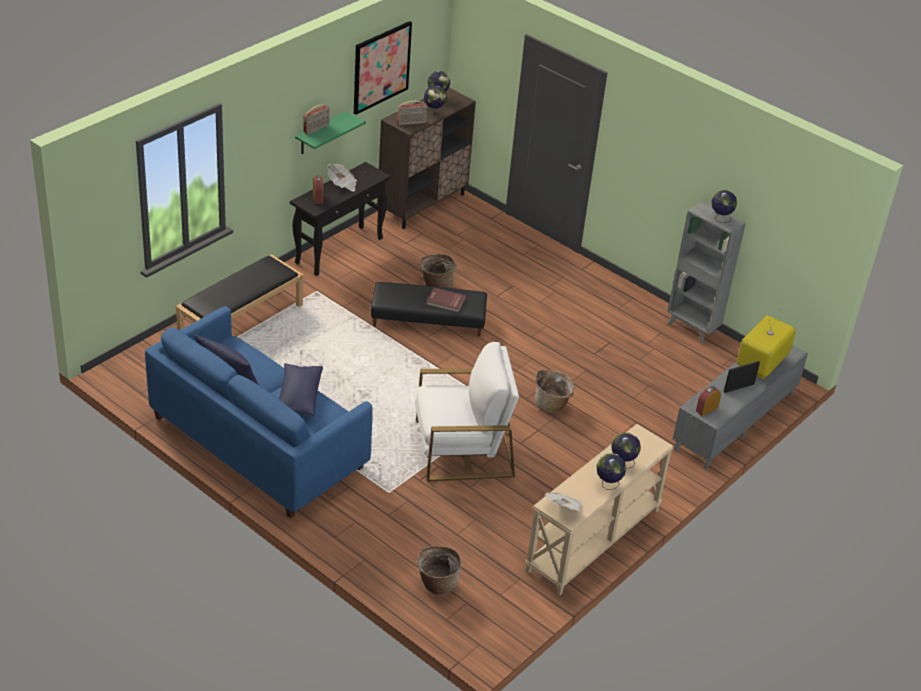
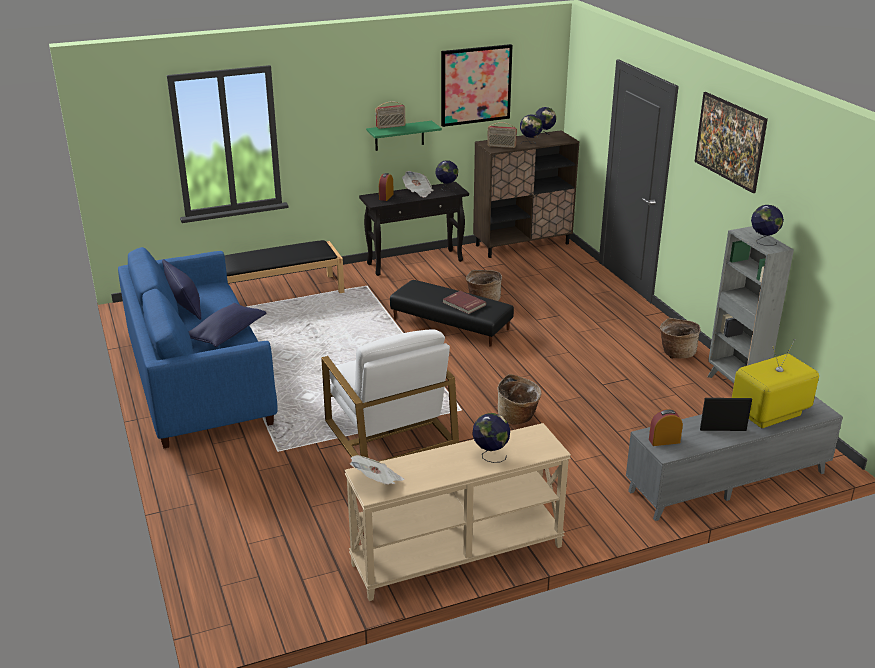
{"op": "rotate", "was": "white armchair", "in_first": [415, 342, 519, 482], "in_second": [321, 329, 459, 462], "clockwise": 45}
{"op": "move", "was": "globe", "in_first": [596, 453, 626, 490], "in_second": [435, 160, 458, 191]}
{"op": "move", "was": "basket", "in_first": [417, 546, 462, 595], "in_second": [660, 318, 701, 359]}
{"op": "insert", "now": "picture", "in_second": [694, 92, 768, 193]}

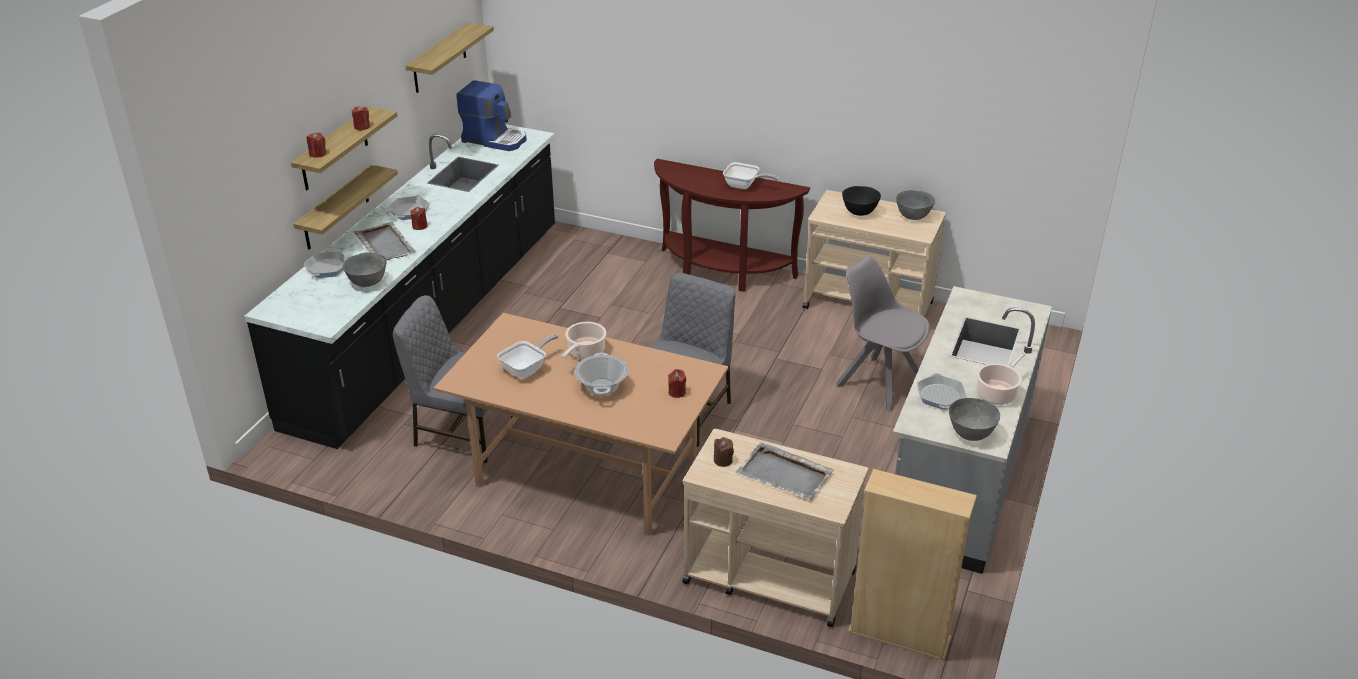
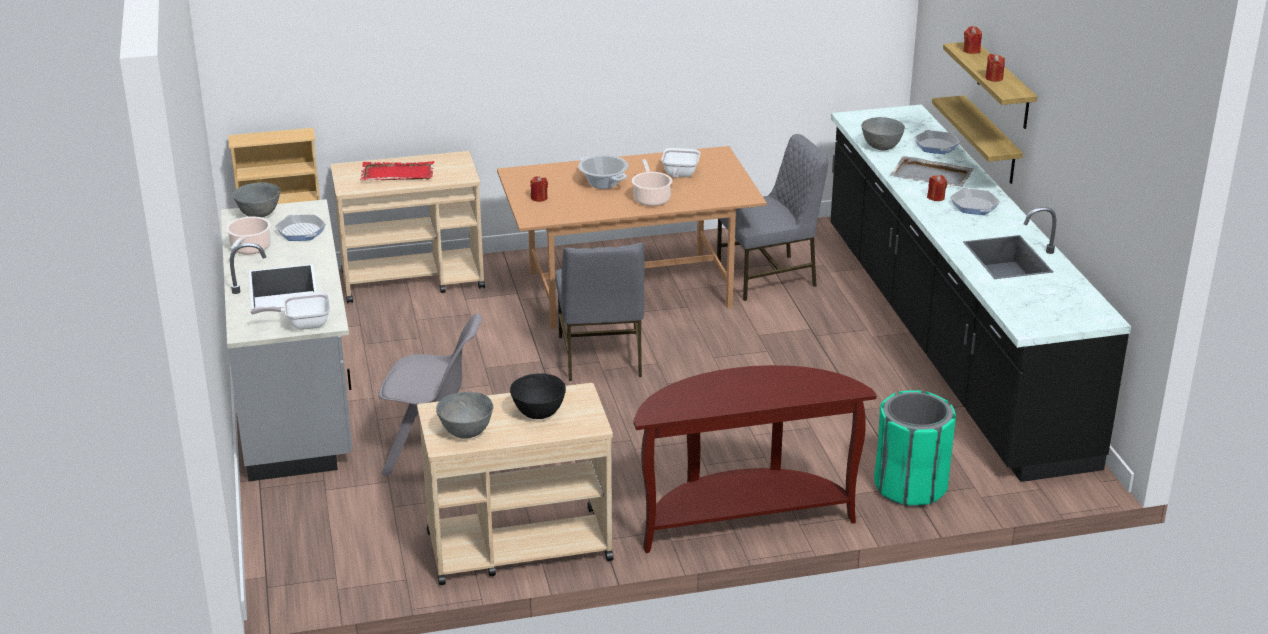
{"op": "move", "was": "frying pan", "in_first": [723, 162, 779, 189], "in_second": [251, 292, 330, 330]}
{"op": "recolor", "was": "grey tray", "now": "red tray", "in_first": [736, 442, 834, 500], "in_second": [360, 161, 435, 180]}
{"op": "insert", "now": "green trash can", "in_second": [874, 390, 956, 507]}
{"op": "delete", "was": "shelf", "in_first": [405, 22, 494, 93]}
{"op": "delete", "was": "coffee machine", "in_first": [456, 80, 527, 151]}
{"op": "delete", "was": "brown candle", "in_first": [714, 437, 734, 467]}

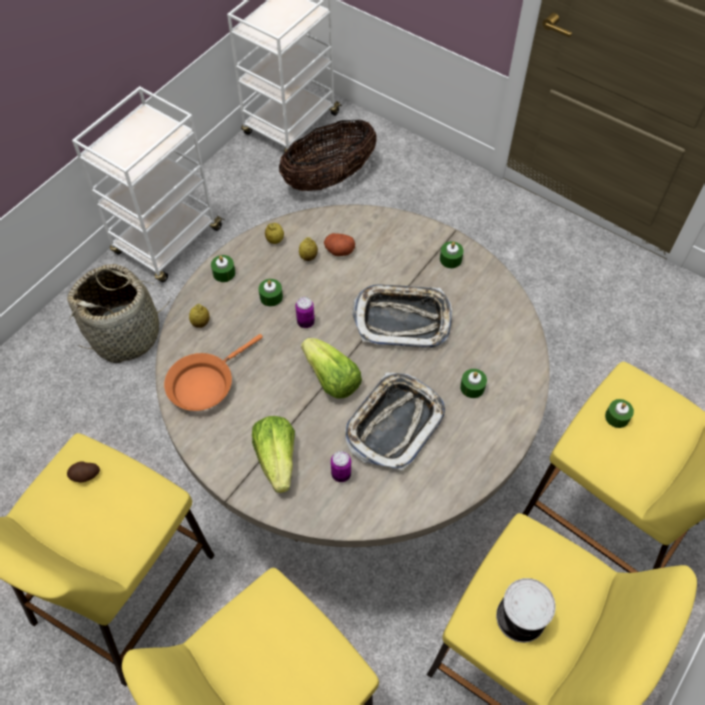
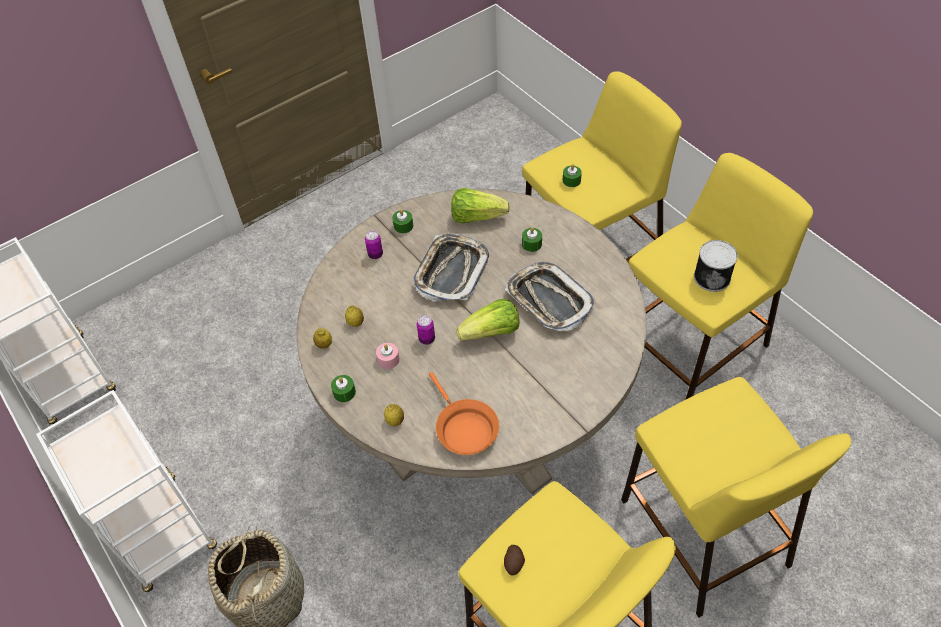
{"op": "move", "was": "can", "in_first": [331, 451, 351, 482], "in_second": [365, 231, 383, 259]}
{"op": "recolor", "was": "green candle", "now": "pink candle", "in_first": [259, 279, 283, 307], "in_second": [376, 343, 400, 369]}
{"op": "move", "was": "lettuce", "in_first": [252, 416, 295, 493], "in_second": [451, 188, 510, 224]}
{"op": "delete", "was": "basket", "in_first": [279, 119, 377, 191]}
{"op": "delete", "was": "potato", "in_first": [324, 233, 355, 256]}

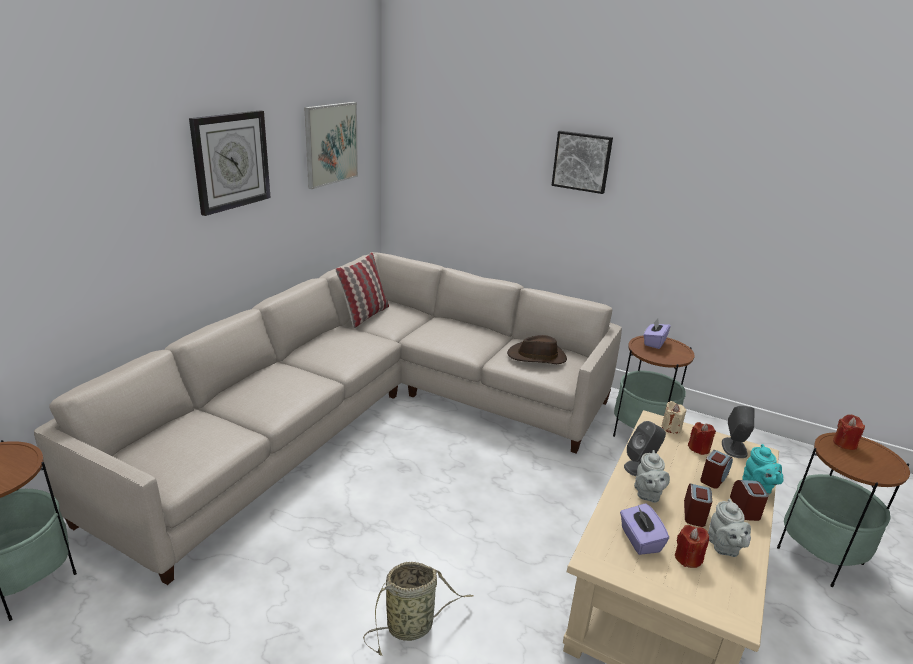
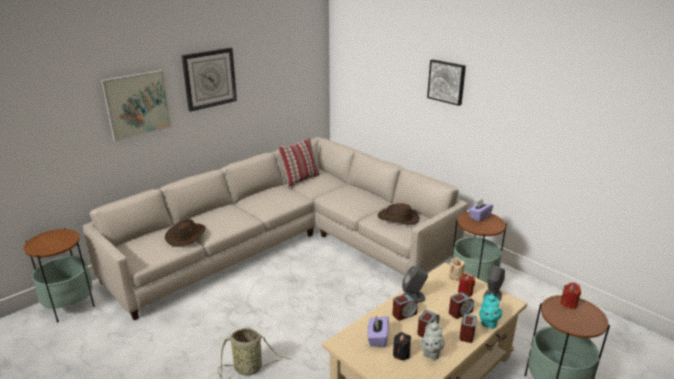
{"op": "move", "was": "picture", "in_first": [304, 102, 358, 189], "in_second": [101, 70, 172, 141]}
{"op": "insert", "now": "brown hat", "in_second": [165, 219, 205, 247]}
{"op": "replace", "was": "grey teapot", "now": "alarm clock", "in_first": [634, 450, 670, 503], "in_second": [393, 294, 418, 320]}
{"op": "recolor", "was": "red candle", "now": "black candle", "in_first": [675, 525, 709, 568], "in_second": [393, 332, 411, 360]}

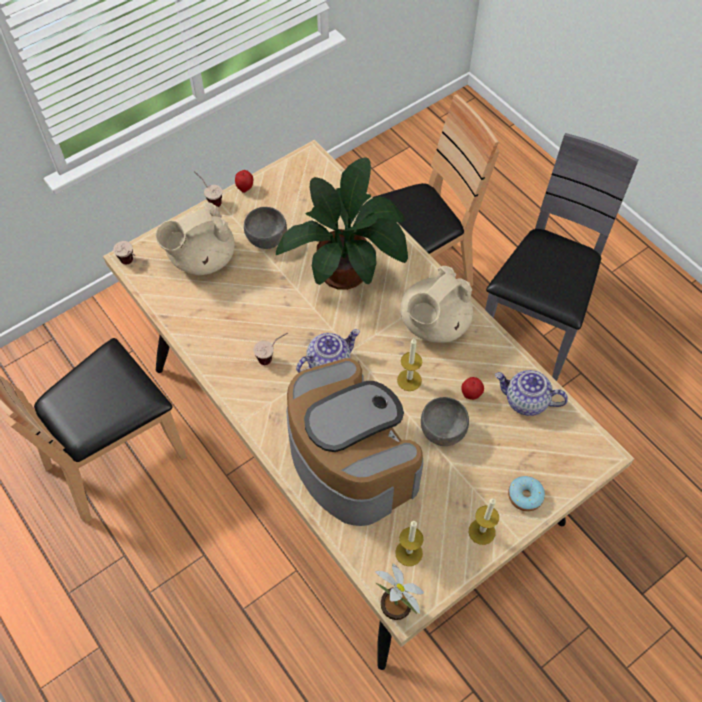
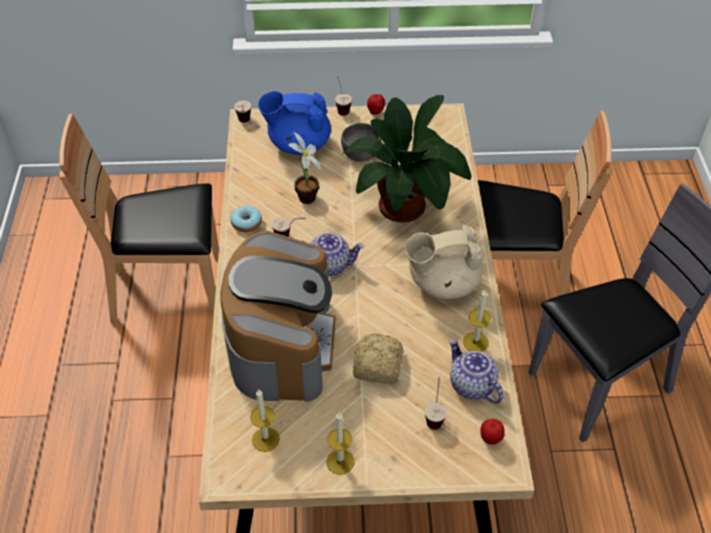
{"op": "move", "was": "donut", "in_first": [508, 476, 545, 511], "in_second": [231, 206, 262, 232]}
{"op": "recolor", "was": "beige teapot", "now": "blue teapot", "in_first": [156, 202, 235, 275], "in_second": [258, 91, 331, 155]}
{"op": "move", "was": "potted plant", "in_first": [375, 563, 424, 620], "in_second": [288, 132, 322, 204]}
{"op": "replace", "was": "grey bowl", "now": "bread", "in_first": [421, 397, 469, 446], "in_second": [353, 333, 404, 384]}
{"op": "insert", "now": "cup", "in_second": [424, 377, 447, 430]}
{"op": "move", "was": "candle", "in_first": [397, 339, 422, 391], "in_second": [463, 289, 491, 352]}
{"op": "move", "was": "apple", "in_first": [461, 377, 484, 400], "in_second": [480, 419, 505, 445]}

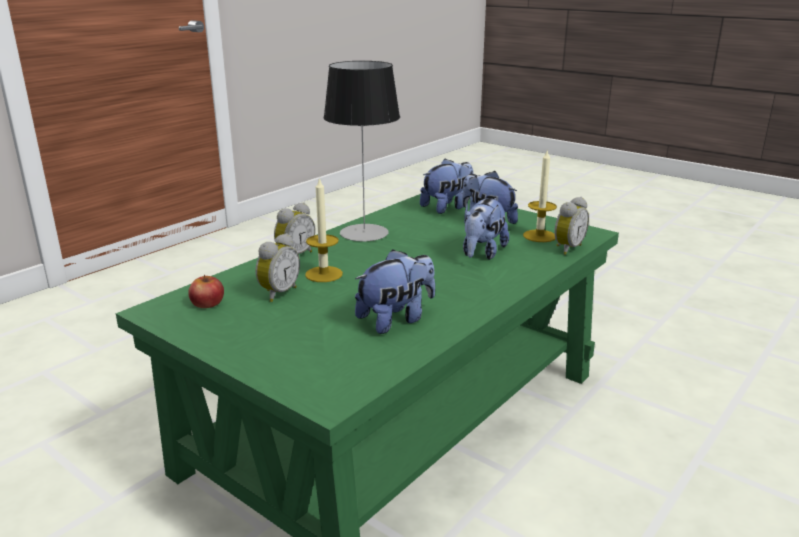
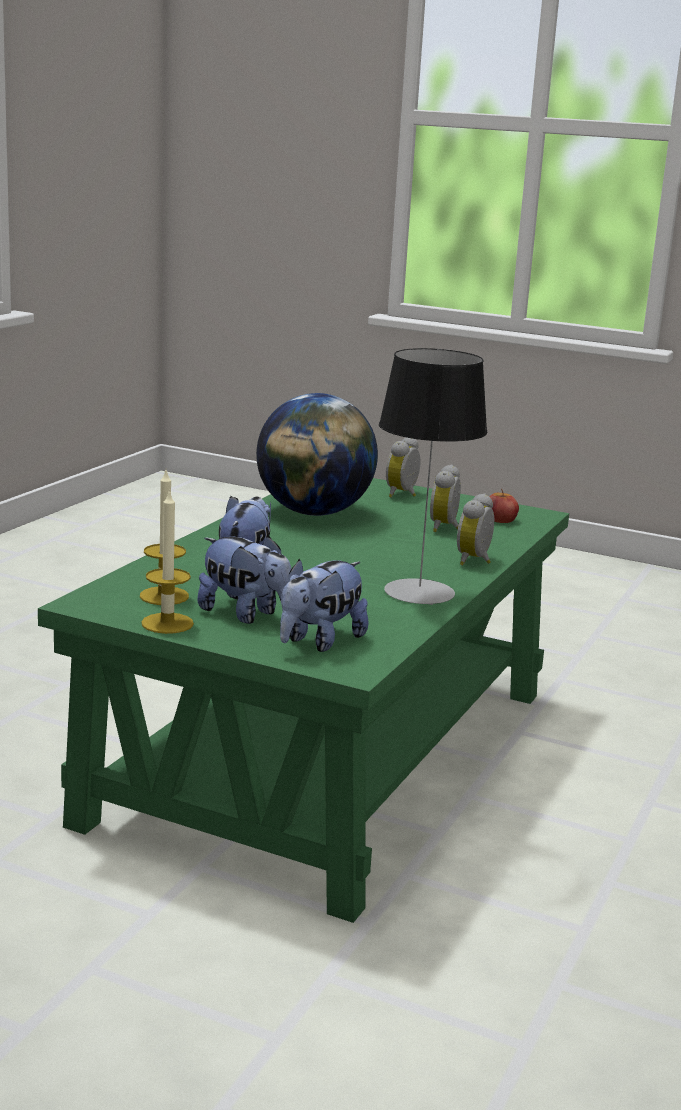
{"op": "move", "was": "candle", "in_first": [305, 177, 343, 282], "in_second": [141, 489, 194, 634]}
{"op": "replace", "was": "plush toy", "now": "globe", "in_first": [355, 249, 435, 334], "in_second": [256, 393, 378, 516]}
{"op": "move", "was": "alarm clock", "in_first": [554, 197, 589, 255], "in_second": [386, 437, 420, 497]}

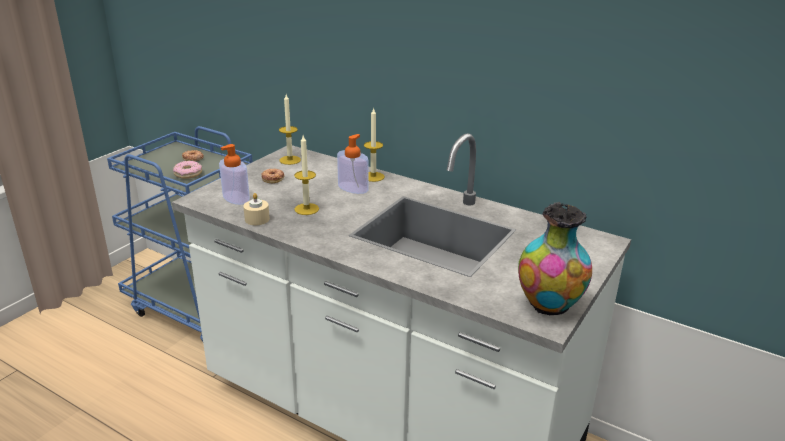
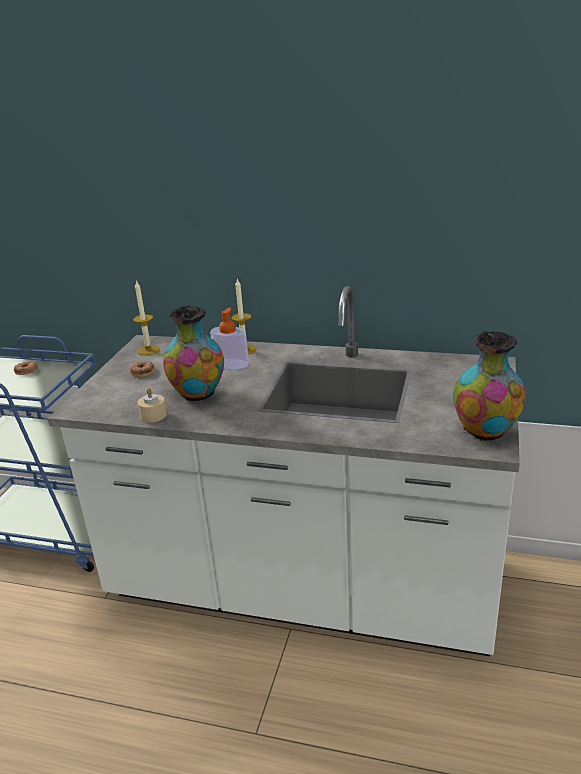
{"op": "replace", "was": "candle", "now": "vase", "in_first": [294, 135, 319, 215], "in_second": [163, 305, 224, 401]}
{"op": "delete", "was": "donut", "in_first": [173, 161, 202, 179]}
{"op": "delete", "was": "soap dispenser", "in_first": [219, 144, 250, 205]}

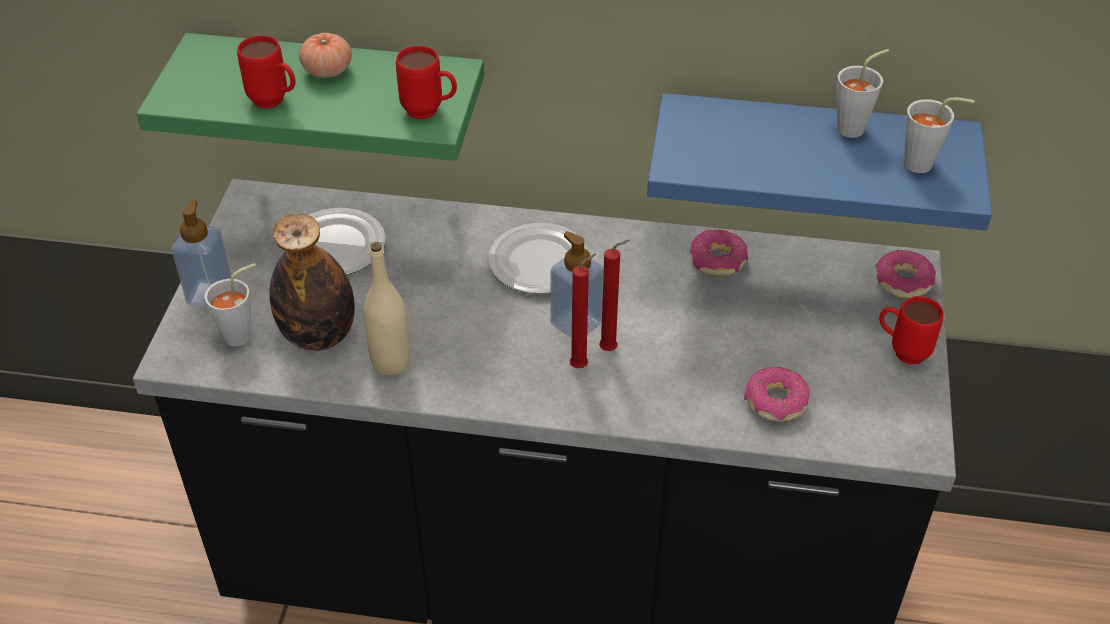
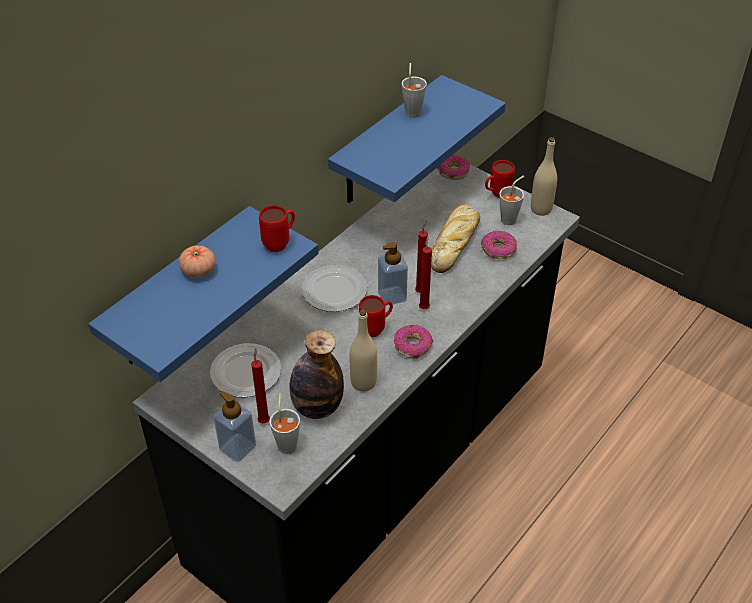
{"op": "recolor", "was": "green shelf", "now": "blue shelf", "in_first": [136, 33, 484, 161], "in_second": [88, 206, 318, 382]}
{"op": "insert", "now": "red candle", "in_second": [251, 348, 270, 424]}
{"op": "move", "was": "red mug", "in_first": [237, 35, 296, 108], "in_second": [359, 295, 393, 337]}
{"op": "move", "was": "donut", "in_first": [690, 230, 748, 276], "in_second": [394, 325, 433, 359]}
{"op": "insert", "now": "bread", "in_second": [431, 205, 480, 273]}
{"op": "move", "was": "grey cup", "in_first": [904, 97, 975, 173], "in_second": [499, 176, 524, 225]}
{"op": "insert", "now": "beige bottle", "in_second": [531, 137, 557, 216]}

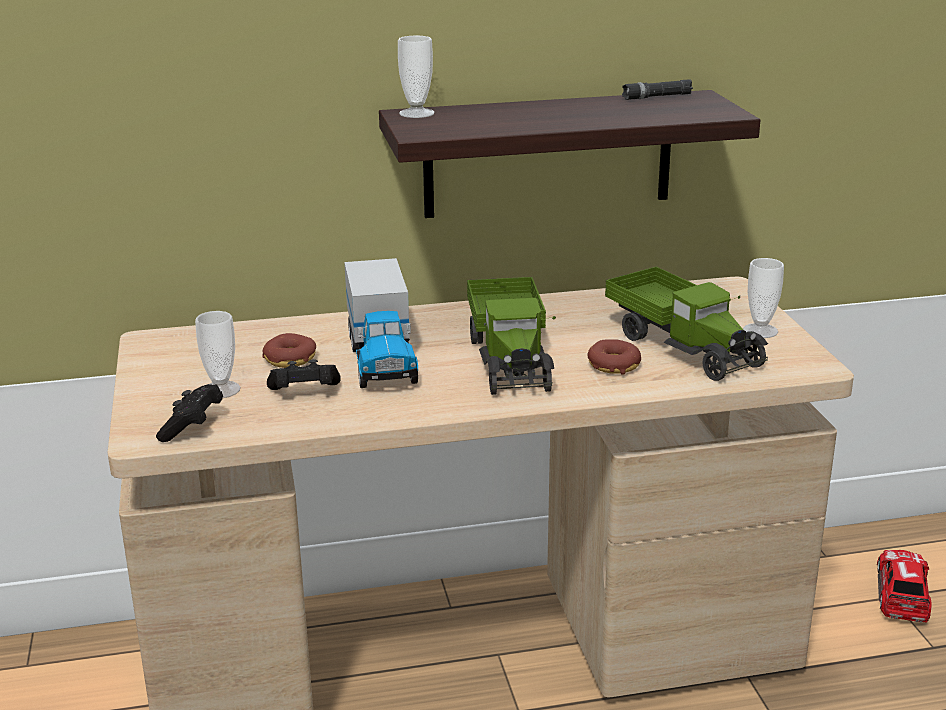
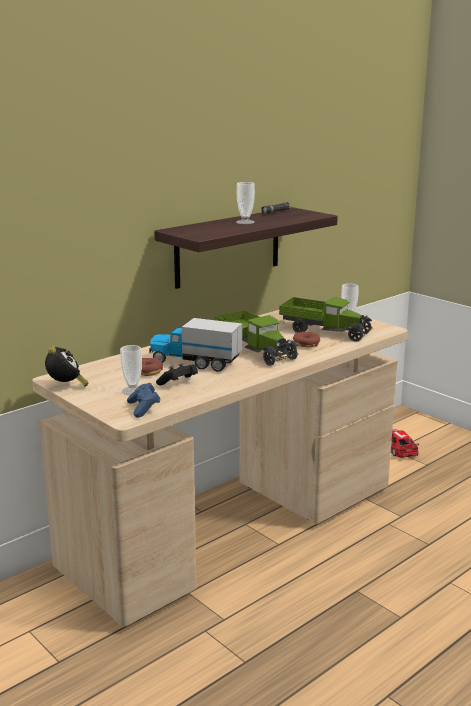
{"op": "insert", "now": "alarm clock", "in_second": [45, 345, 88, 387]}
{"op": "recolor", "was": "black game controller", "now": "blue game controller", "in_first": [156, 384, 223, 442], "in_second": [127, 383, 160, 418]}
{"op": "rotate", "was": "toy truck", "in_first": [344, 258, 418, 388], "in_second": [149, 318, 242, 372], "clockwise": 150}
{"op": "move", "was": "cup", "in_first": [398, 36, 435, 118], "in_second": [236, 182, 255, 224]}

